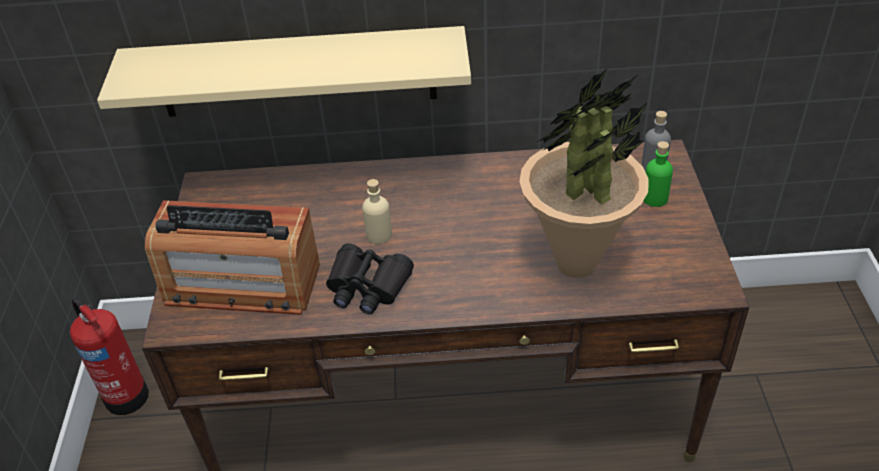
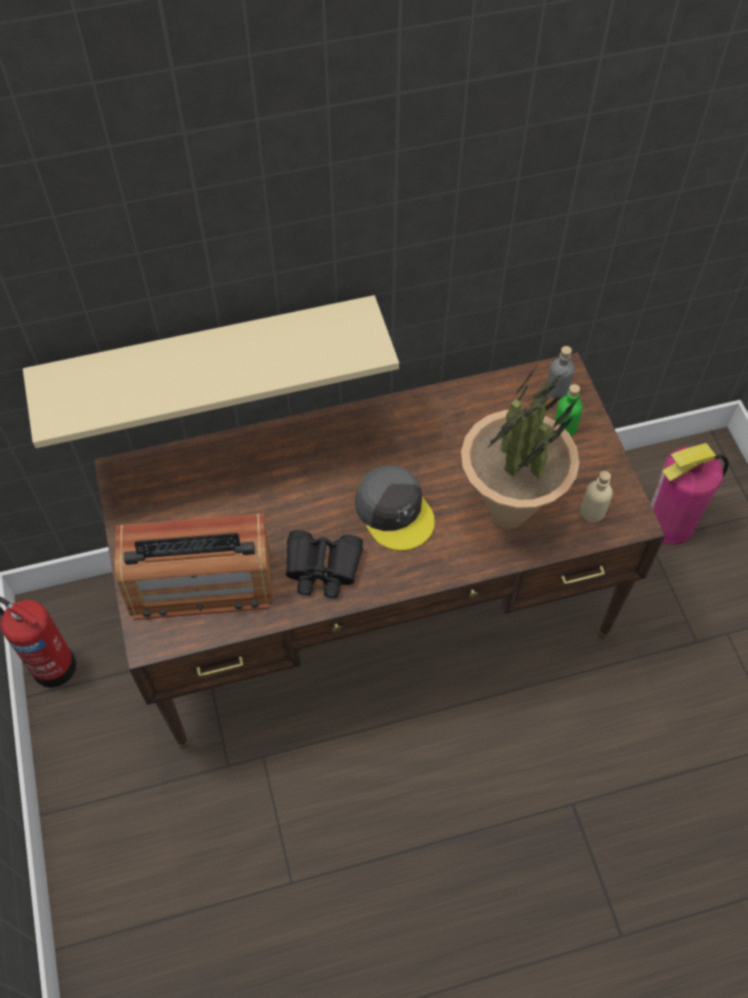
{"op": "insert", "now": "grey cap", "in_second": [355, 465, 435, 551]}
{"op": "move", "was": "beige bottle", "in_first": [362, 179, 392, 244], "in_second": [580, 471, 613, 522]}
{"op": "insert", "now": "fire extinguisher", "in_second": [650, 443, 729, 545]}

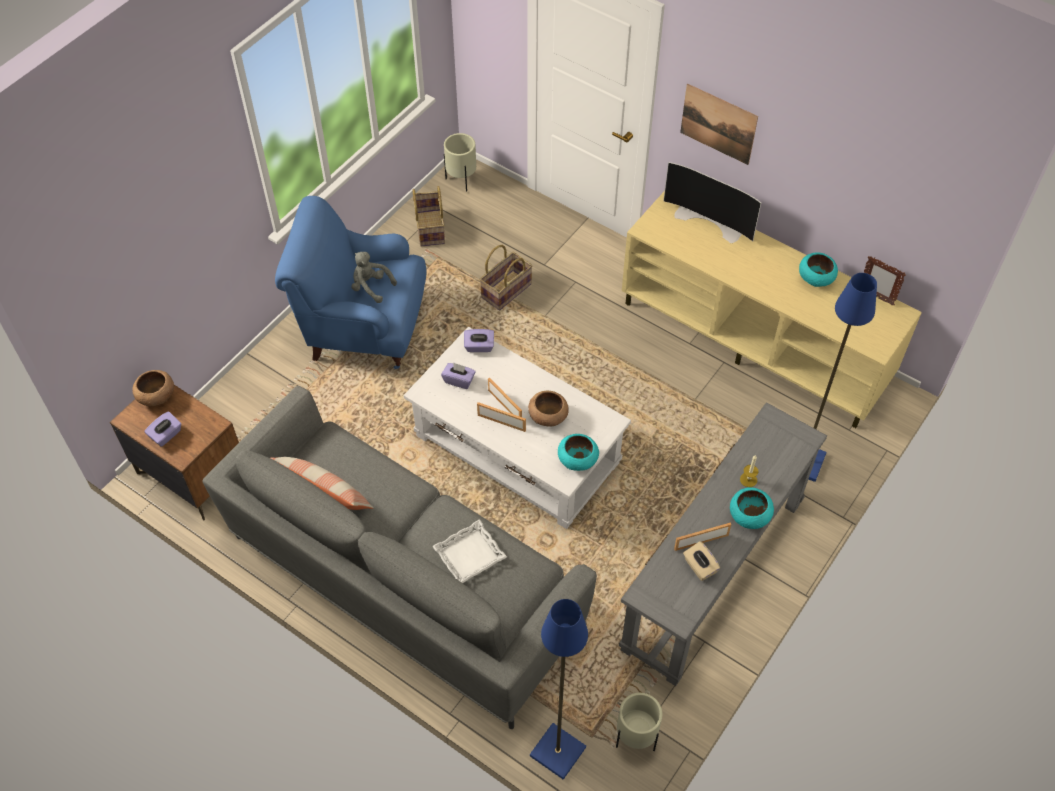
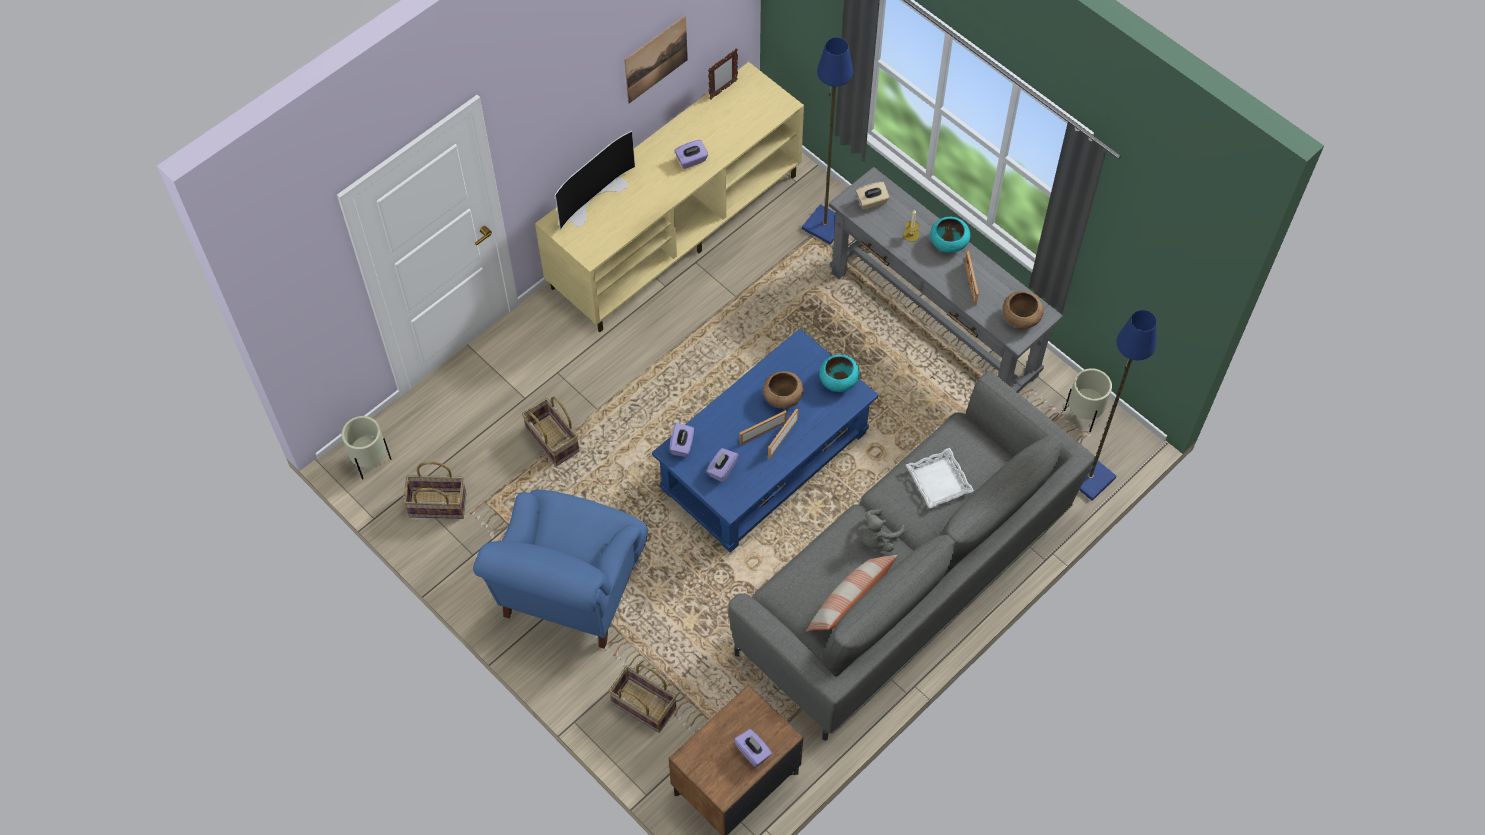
{"op": "insert", "now": "basket", "in_second": [608, 664, 677, 733]}
{"op": "move", "was": "picture", "in_first": [680, 84, 758, 165], "in_second": [624, 16, 688, 104]}
{"op": "recolor", "was": "white coffee table", "now": "blue coffee table", "in_first": [404, 327, 631, 529], "in_second": [652, 329, 878, 553]}
{"op": "insert", "now": "purple tissue box", "in_second": [675, 140, 708, 169]}
{"op": "move", "was": "beige tissue box", "in_first": [683, 541, 720, 581], "in_second": [856, 182, 890, 210]}
{"op": "move", "was": "grey plush toy", "in_first": [351, 252, 397, 303], "in_second": [862, 509, 905, 552]}
{"op": "move", "was": "brown bowl", "in_first": [132, 370, 174, 406], "in_second": [1003, 291, 1044, 328]}
{"op": "delete", "was": "turquoise bowl", "in_first": [799, 252, 838, 287]}

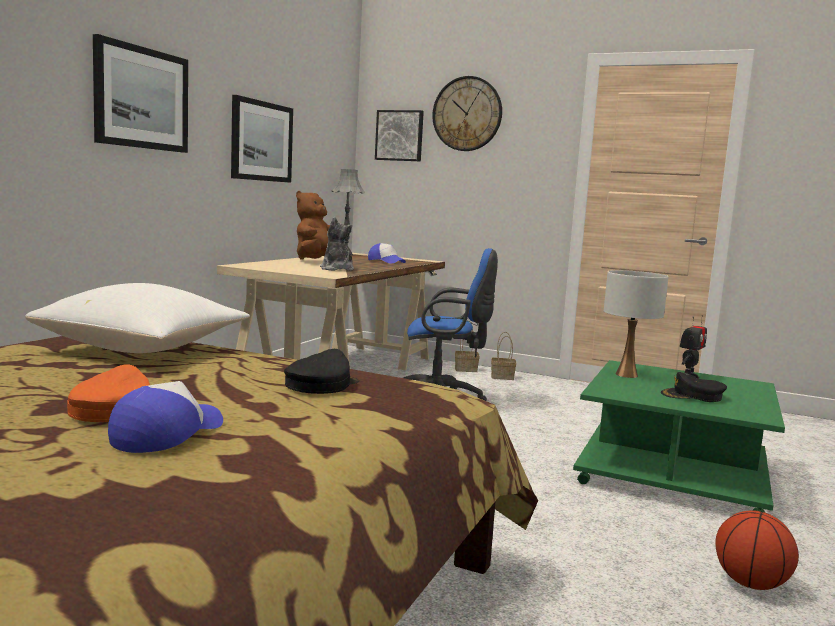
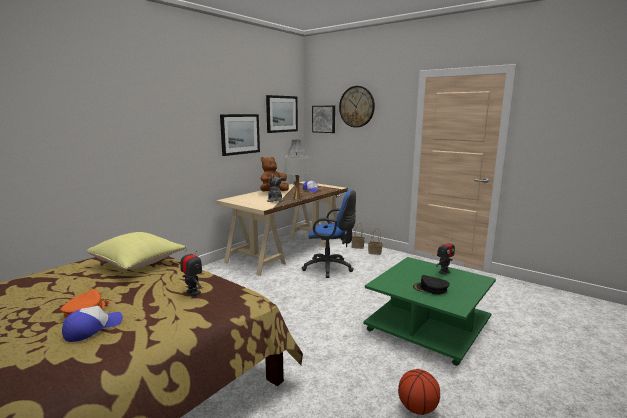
{"op": "recolor", "was": "white pillow", "now": "yellow pillow", "in_first": [25, 283, 250, 353], "in_second": [87, 232, 187, 270]}
{"op": "replace", "was": "black cap", "now": "toy robot", "in_first": [284, 349, 359, 394], "in_second": [180, 246, 202, 297]}
{"op": "move", "was": "picture", "in_first": [93, 34, 188, 153], "in_second": [266, 95, 298, 133]}
{"op": "move", "was": "white table lamp", "in_first": [604, 270, 669, 378], "in_second": [285, 155, 309, 199]}

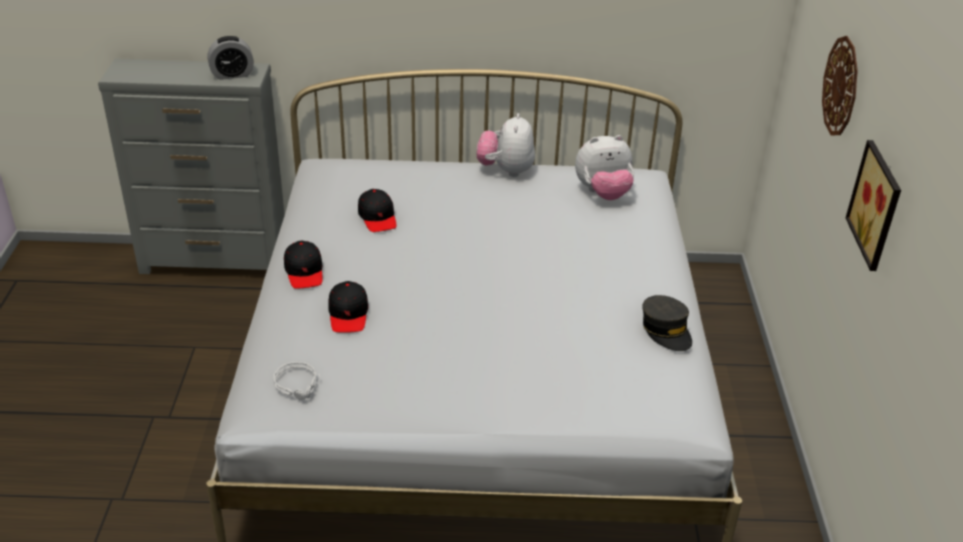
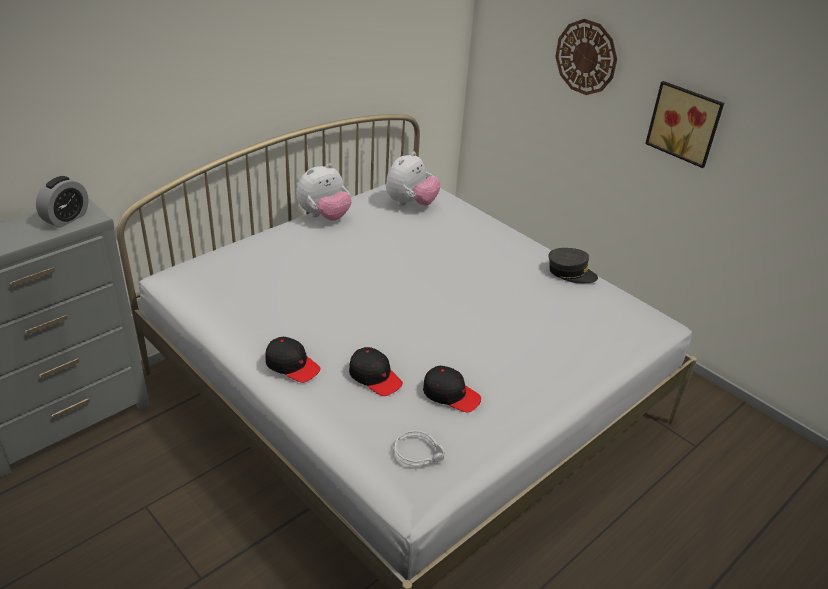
{"op": "rotate", "was": "plush toy", "in_first": [477, 113, 535, 177], "in_second": [296, 163, 352, 221], "clockwise": -90}
{"op": "move", "was": "black cap", "in_first": [358, 189, 397, 232], "in_second": [423, 366, 481, 413]}

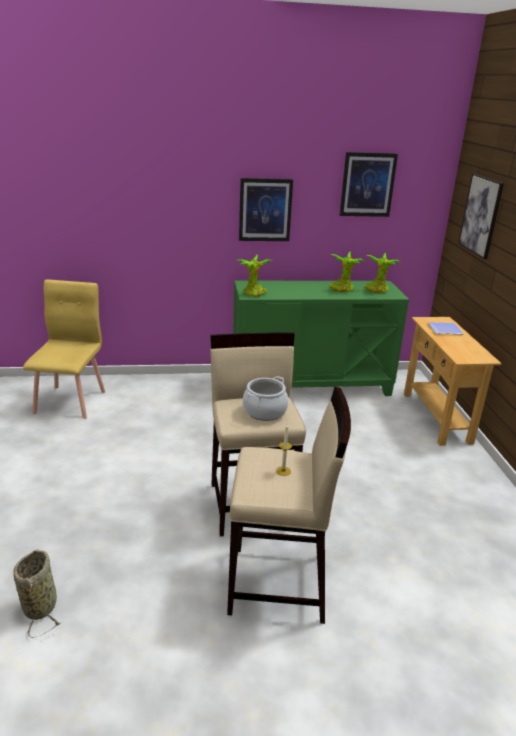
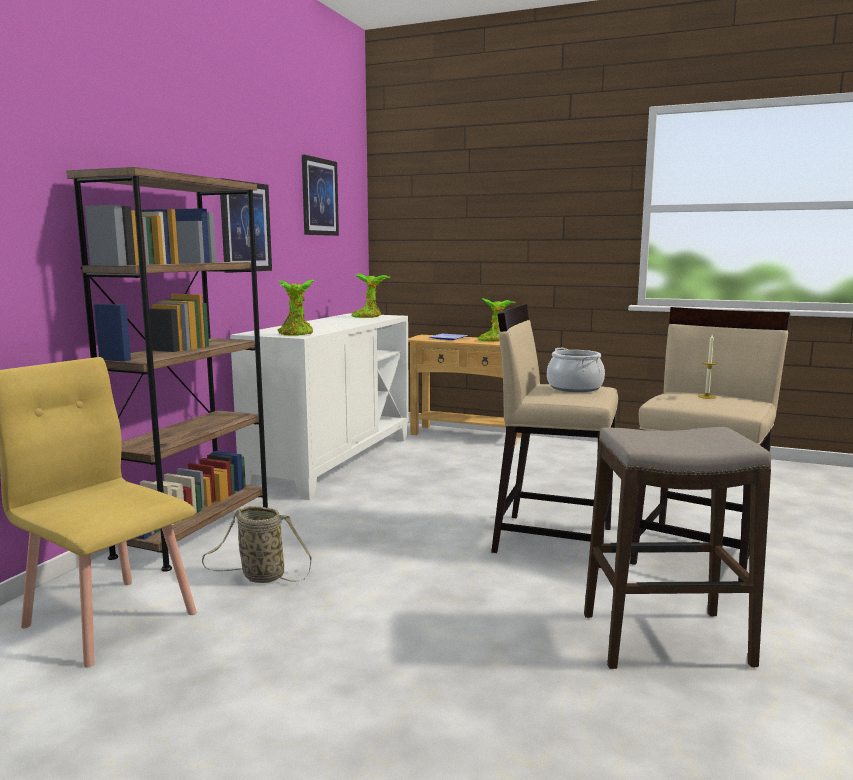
{"op": "insert", "now": "brown bookcase", "in_second": [66, 167, 268, 572]}
{"op": "move", "was": "basket", "in_first": [13, 549, 62, 638], "in_second": [202, 506, 312, 583]}
{"op": "recolor", "was": "green cabinet", "now": "white cabinet", "in_first": [233, 281, 409, 396], "in_second": [230, 314, 409, 500]}
{"op": "move", "was": "potted plant", "in_first": [330, 252, 365, 292], "in_second": [478, 298, 516, 342]}
{"op": "insert", "now": "stool", "in_second": [584, 427, 771, 669]}
{"op": "delete", "was": "picture", "in_first": [458, 174, 504, 259]}

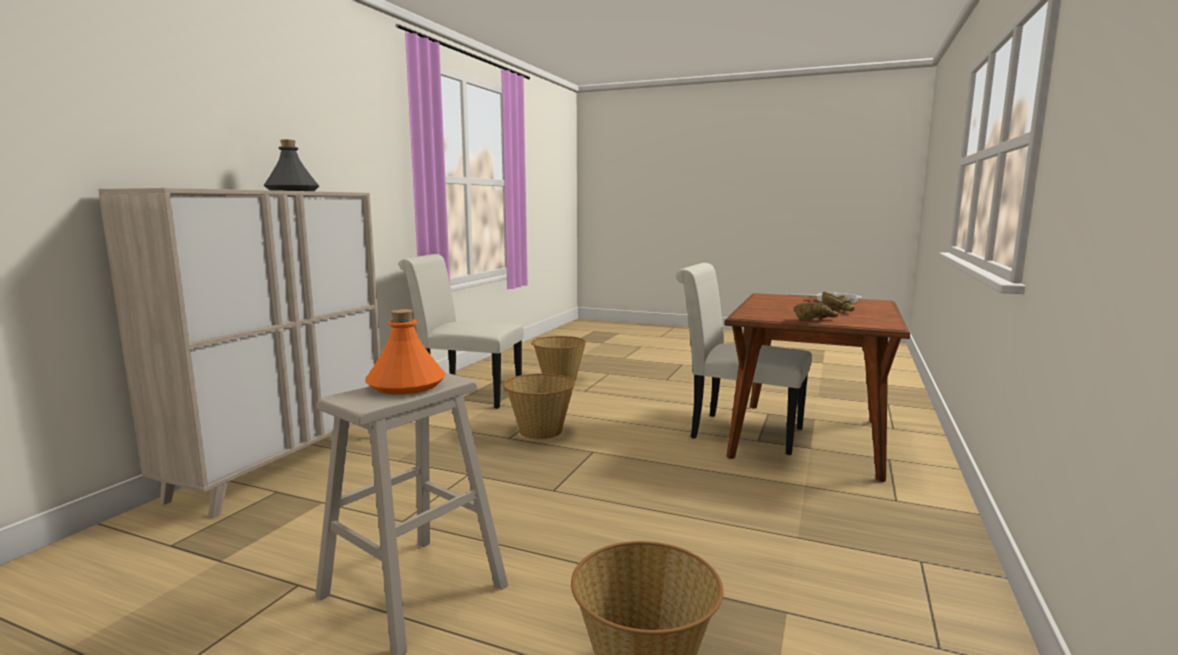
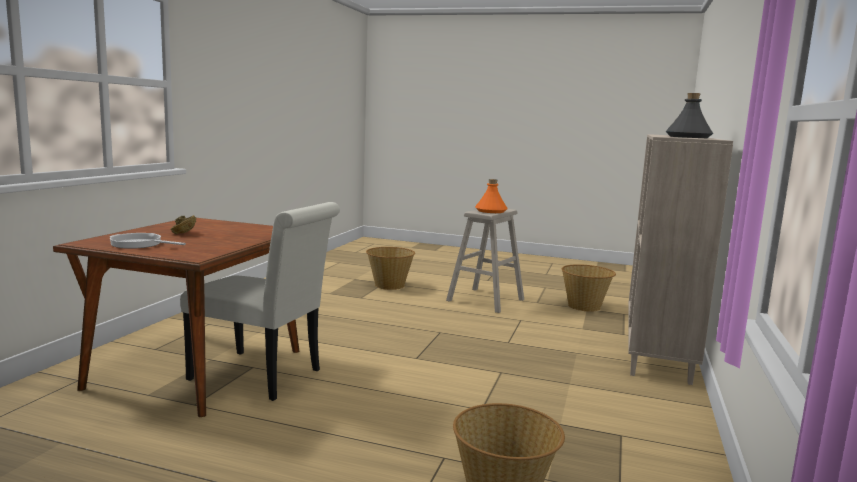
{"op": "move", "was": "basket", "in_first": [503, 373, 575, 439], "in_second": [562, 264, 616, 312]}
{"op": "delete", "was": "white chair", "in_first": [399, 254, 524, 409]}
{"op": "delete", "was": "brown bowl", "in_first": [794, 302, 838, 320]}

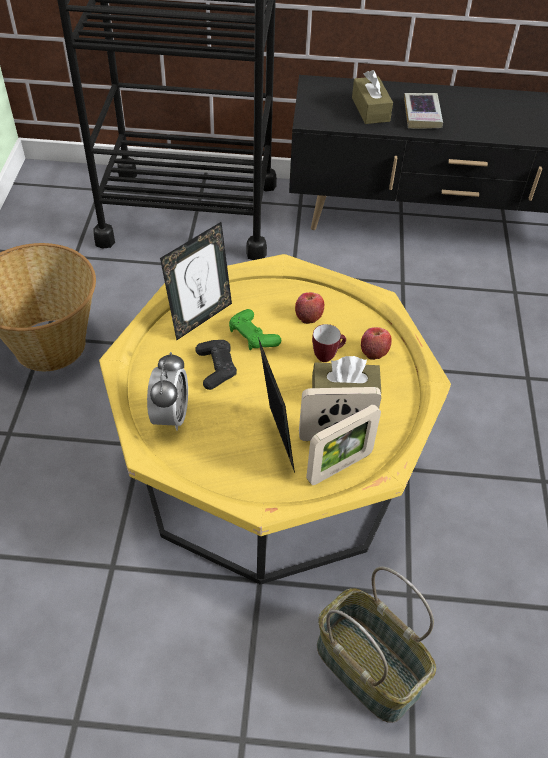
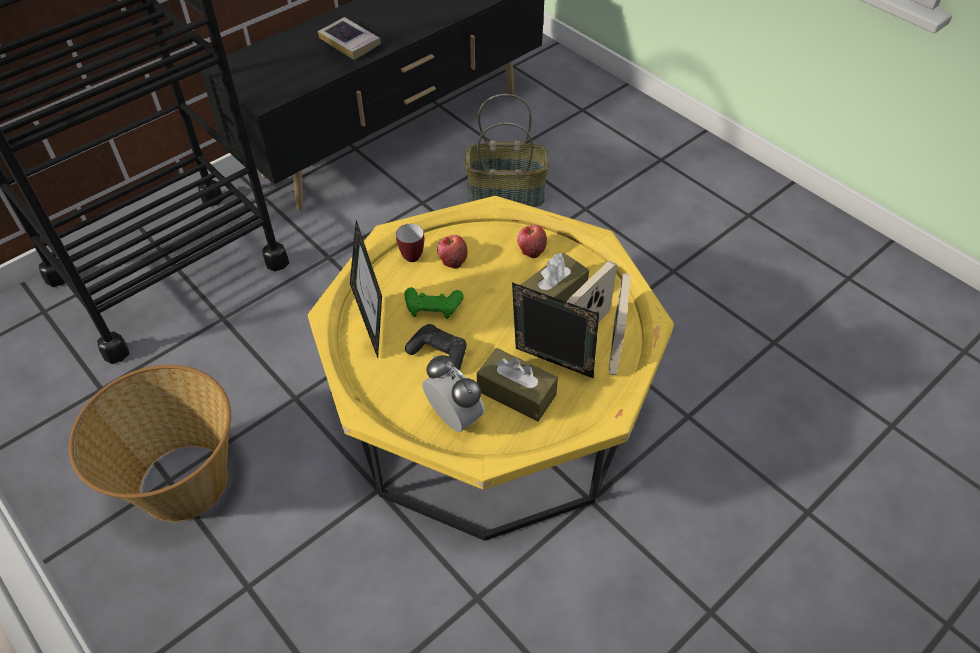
{"op": "move", "was": "mug", "in_first": [312, 324, 346, 362], "in_second": [396, 224, 424, 262]}
{"op": "move", "was": "basket", "in_first": [317, 567, 436, 723], "in_second": [465, 94, 549, 207]}
{"op": "move", "was": "brown tissue box", "in_first": [352, 70, 393, 124], "in_second": [477, 348, 558, 422]}

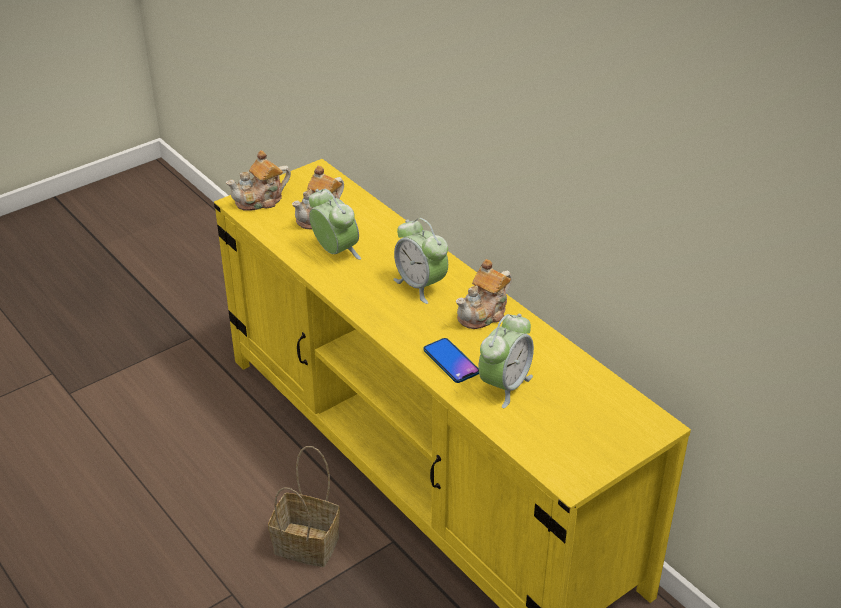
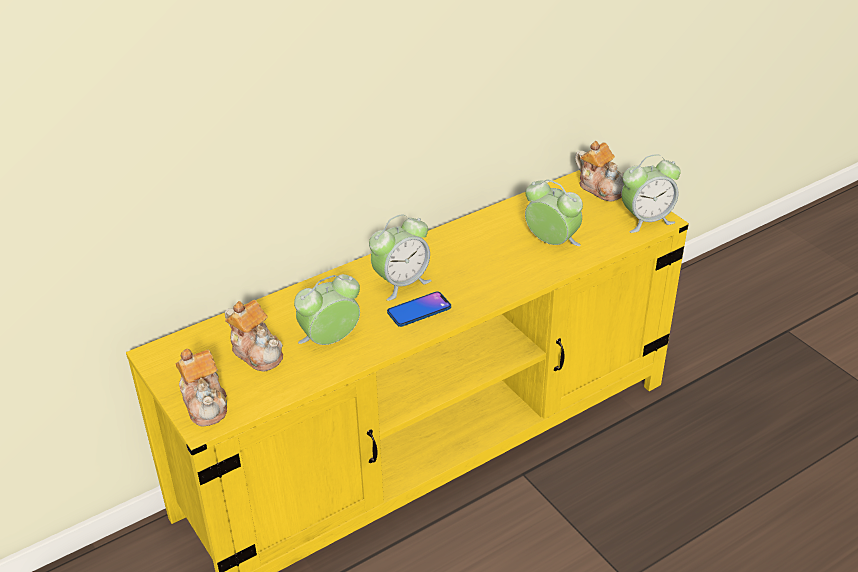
{"op": "move", "was": "phone", "in_first": [423, 338, 479, 383], "in_second": [387, 291, 451, 327]}
{"op": "move", "was": "teapot", "in_first": [456, 259, 512, 329], "in_second": [575, 141, 624, 201]}
{"op": "insert", "now": "alarm clock", "in_second": [622, 154, 681, 233]}
{"op": "delete", "was": "basket", "in_first": [268, 446, 340, 567]}

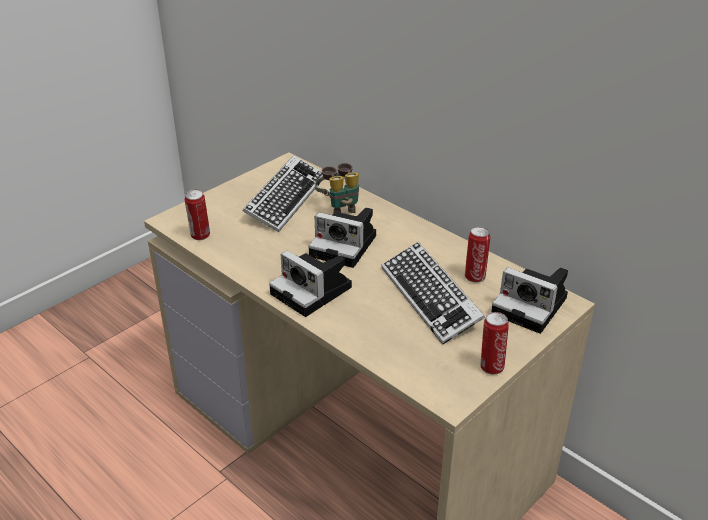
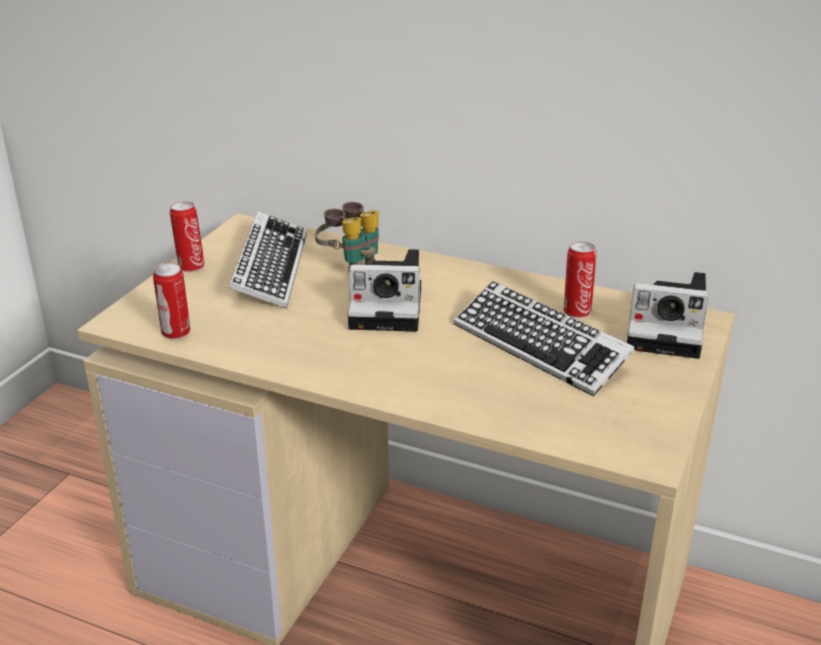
{"op": "move", "was": "can", "in_first": [480, 312, 509, 375], "in_second": [170, 201, 205, 272]}
{"op": "delete", "was": "photo camera", "in_first": [269, 250, 352, 317]}

